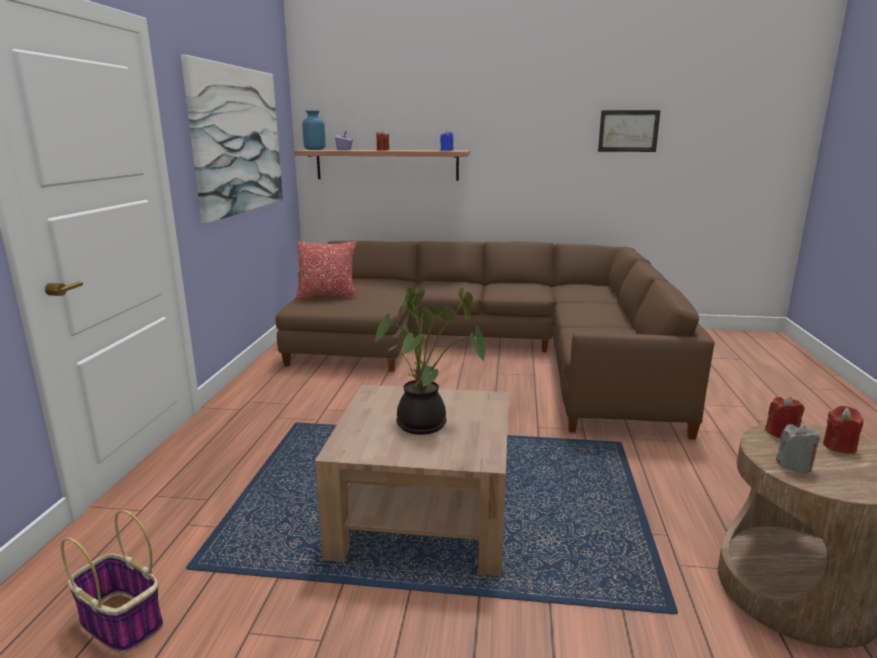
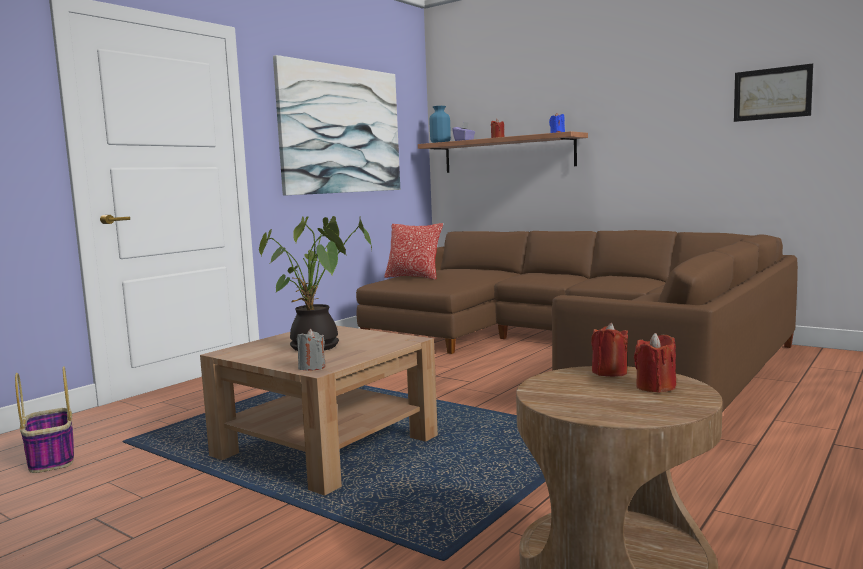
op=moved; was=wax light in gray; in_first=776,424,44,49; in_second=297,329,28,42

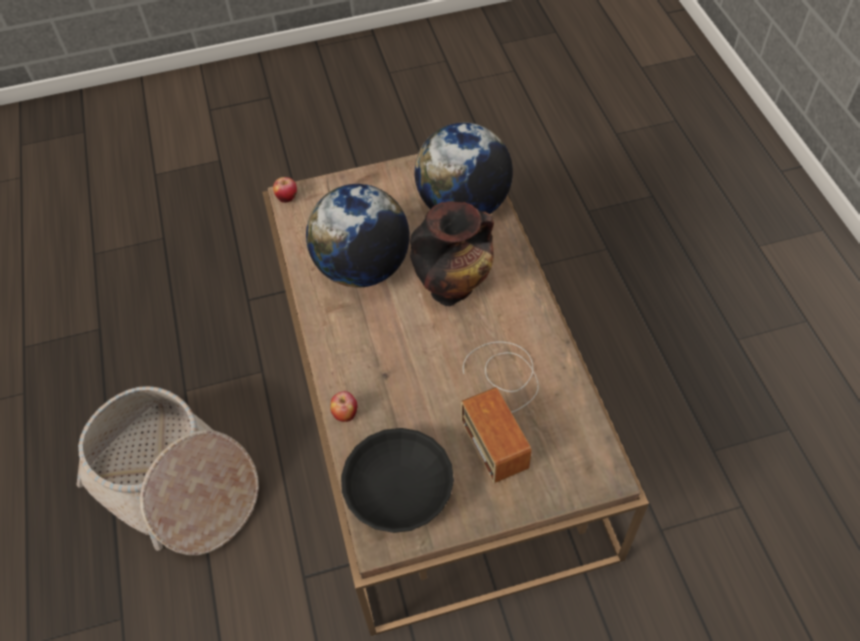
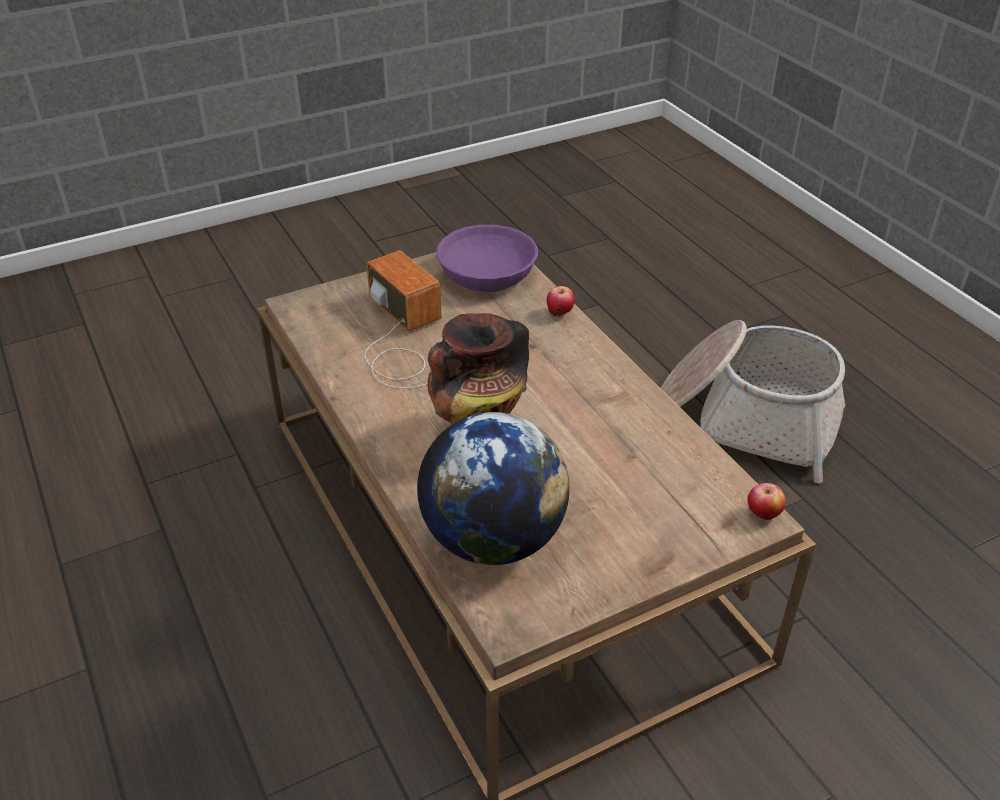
op=recoloured; was=bowl in black; now=bowl in purplish; in_first=341,428,113,105; in_second=436,225,102,67
op=removed; was=globe; in_first=306,184,103,104

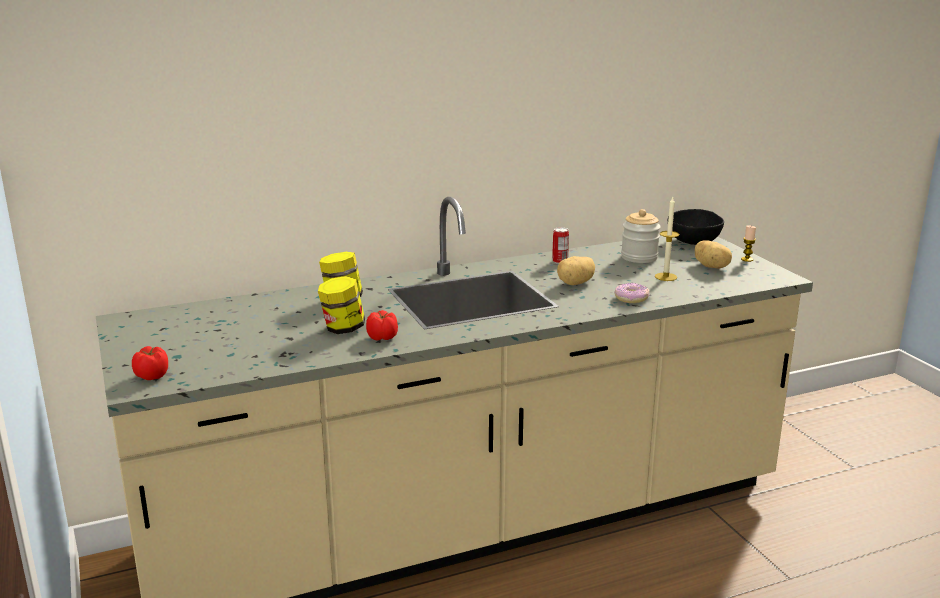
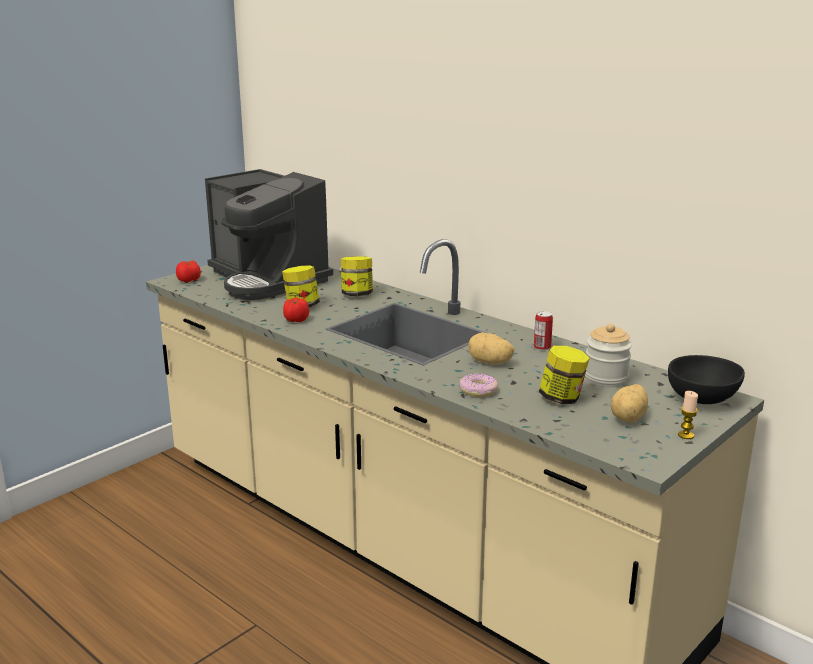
op=added; now=coffee maker; in_second=205,169,128,131
op=replaced; was=wax light; now=storage jar; in_first=655,197,24,84; in_second=539,346,51,58

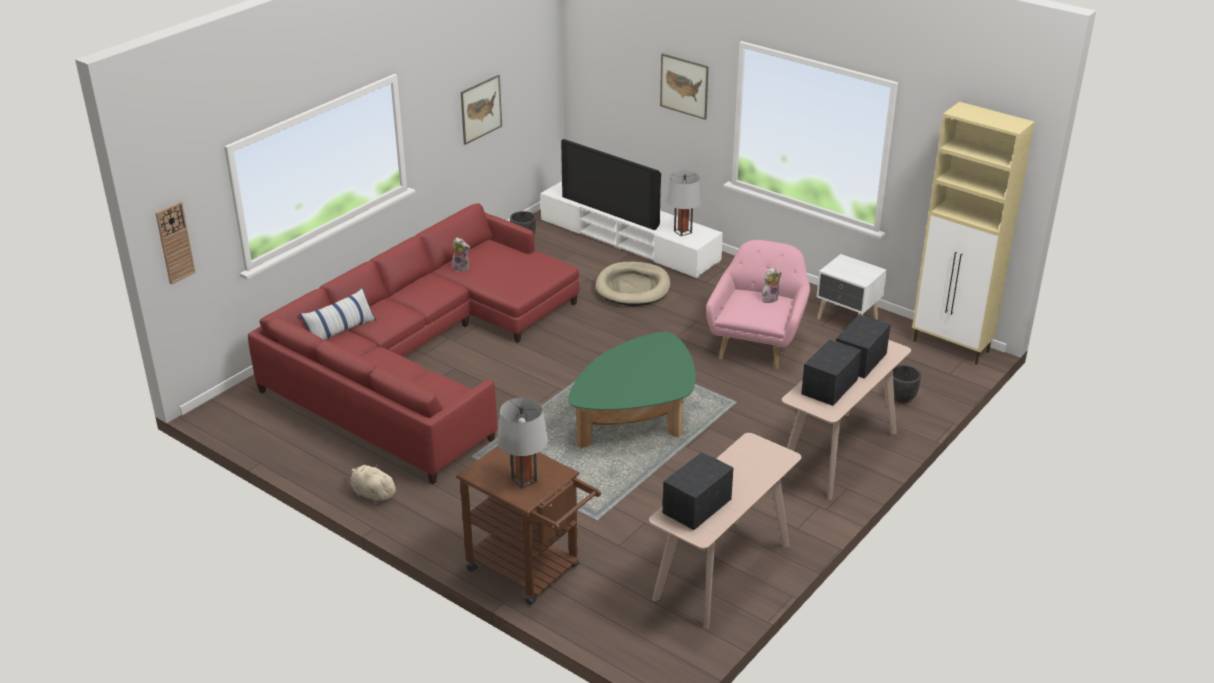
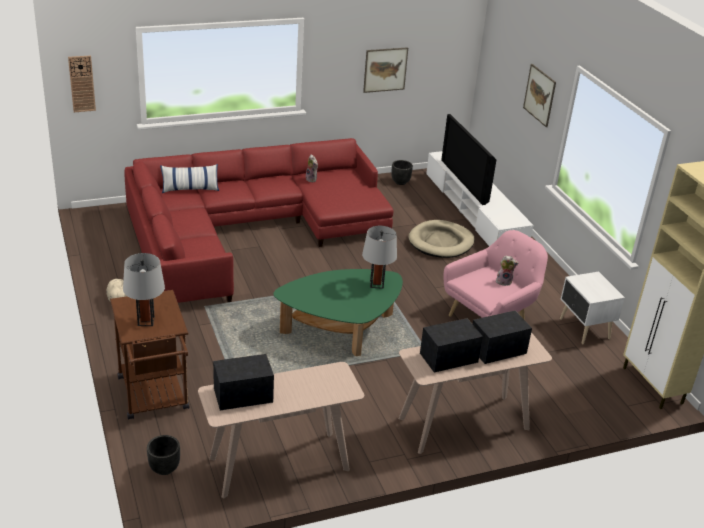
op=moved; was=planter in black; in_first=893,365,28,38; in_second=147,435,33,40
op=moved; was=table lamp in gray; in_first=667,171,35,65; in_second=362,226,35,63

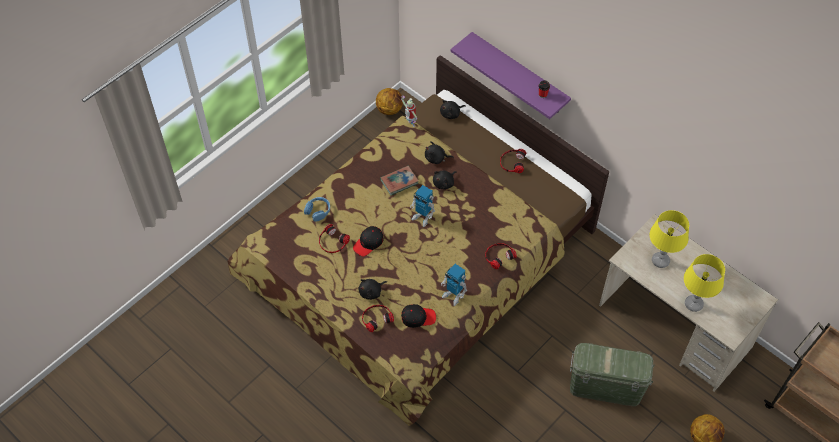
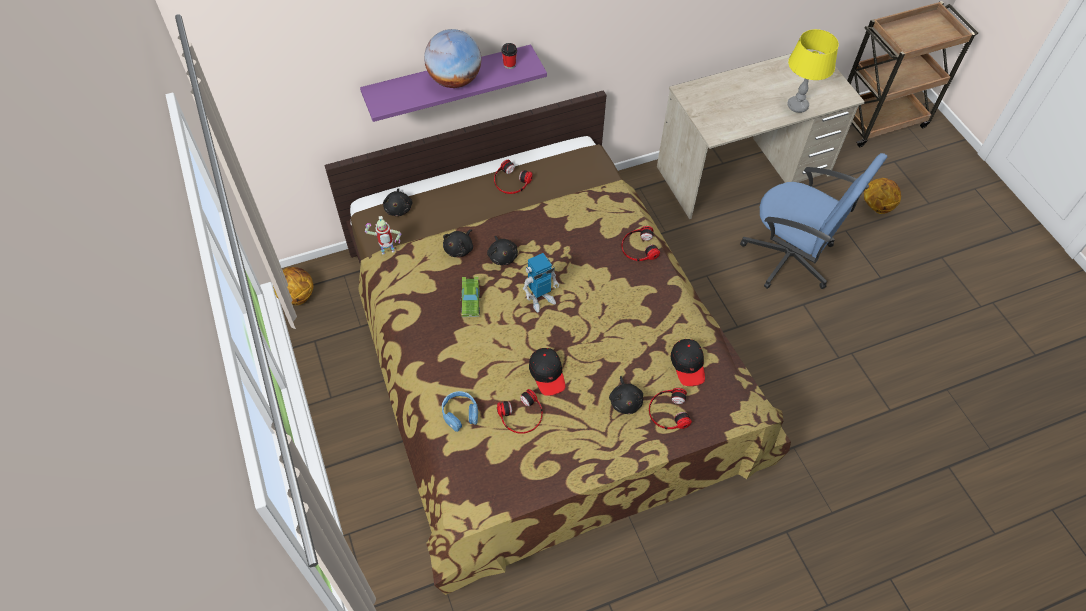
op=added; now=globe; in_second=424,29,57,59
op=replaced; was=bound book; now=miniature car in green; in_first=380,166,39,30; in_second=460,277,21,40
op=turned; was=cap in black; in_first=401,304,35,24; in_second=671,339,34,47; clockwise=150
op=replaced; was=storage box in green; now=computer chair in bluish; in_first=570,343,85,63; in_second=740,153,147,136
op=removed; was=model robot; in_first=441,264,26,42
op=removed; was=table lamp in yellow; in_first=649,210,40,58

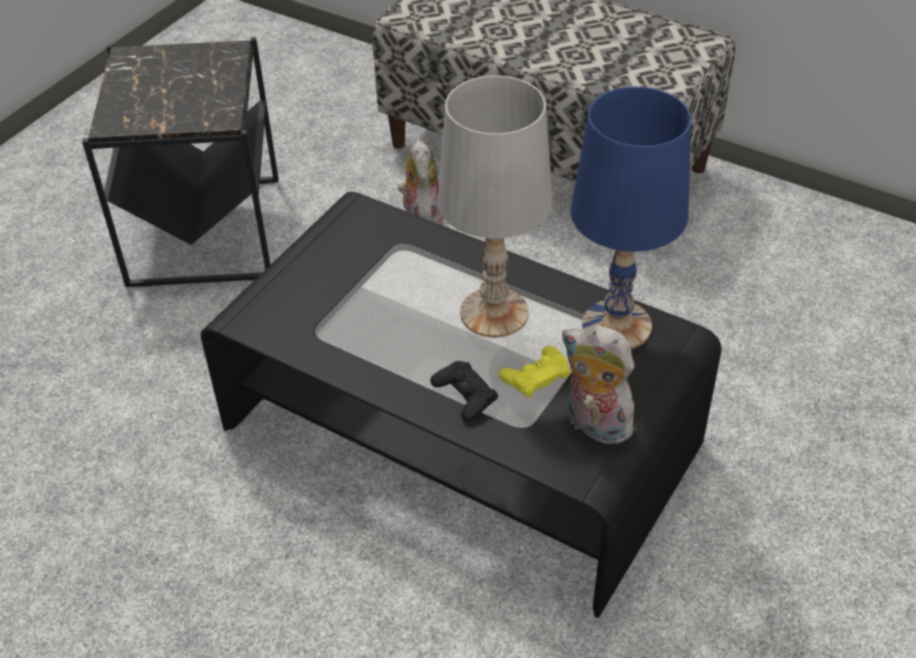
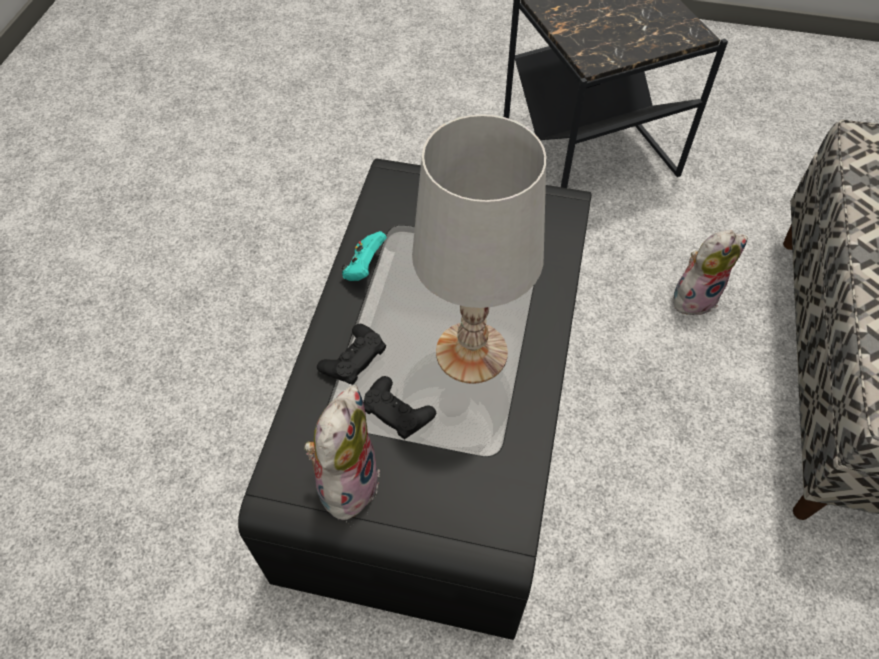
op=added; now=game controller in turquoise-coloured; in_second=341,231,46,50
op=recoloured; was=game controller in yellow; now=game controller in black; in_first=498,346,73,52; in_second=363,376,73,63
op=removed; was=table lamp in bluish; in_first=571,86,120,263

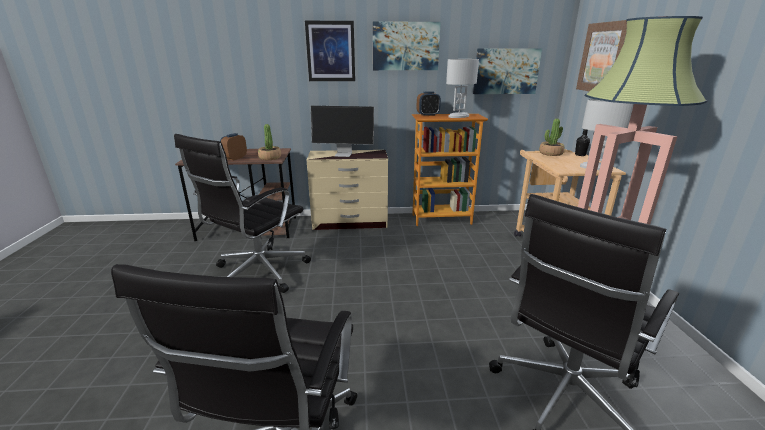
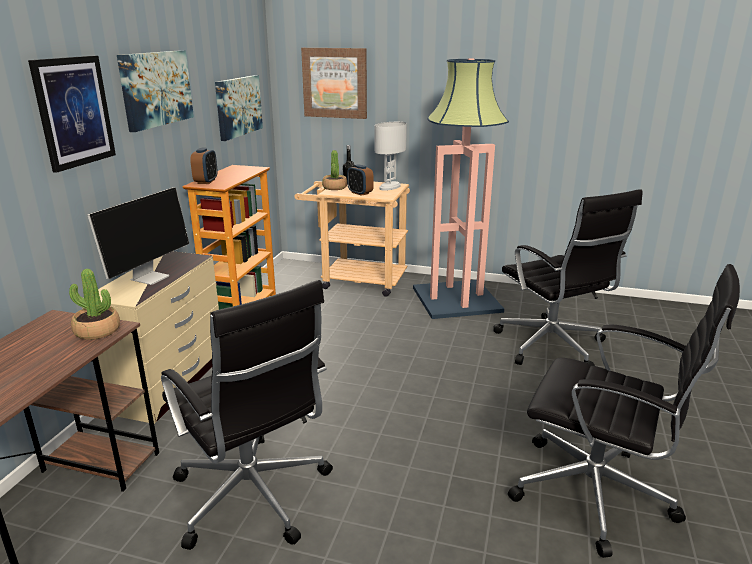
op=moved; was=bedside clock; in_first=220,133,27,28; in_second=347,164,27,32
op=removed; was=table lamp in whitish; in_first=446,59,33,59

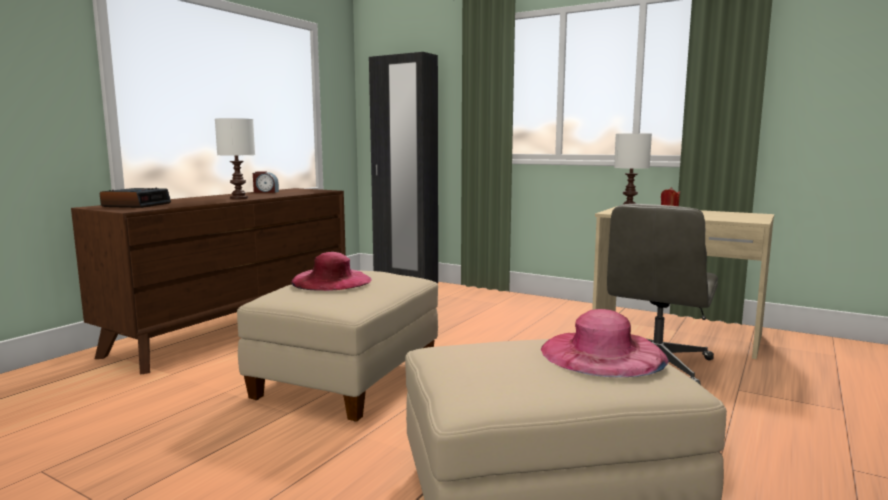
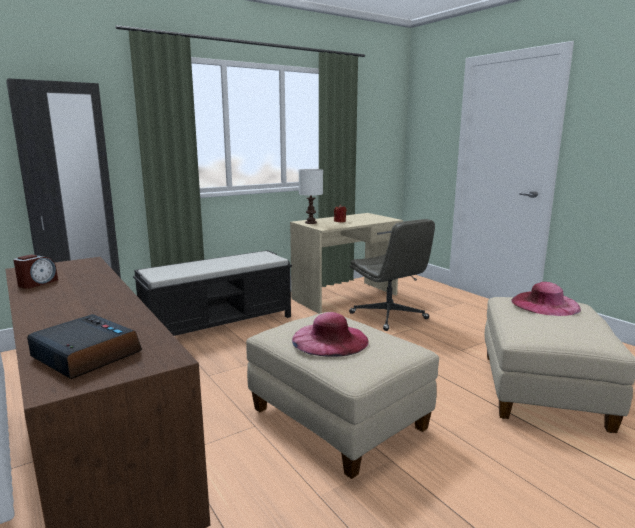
op=added; now=bench in black; in_second=133,250,159,86
op=removed; was=table lamp in whitish; in_first=215,118,40,81

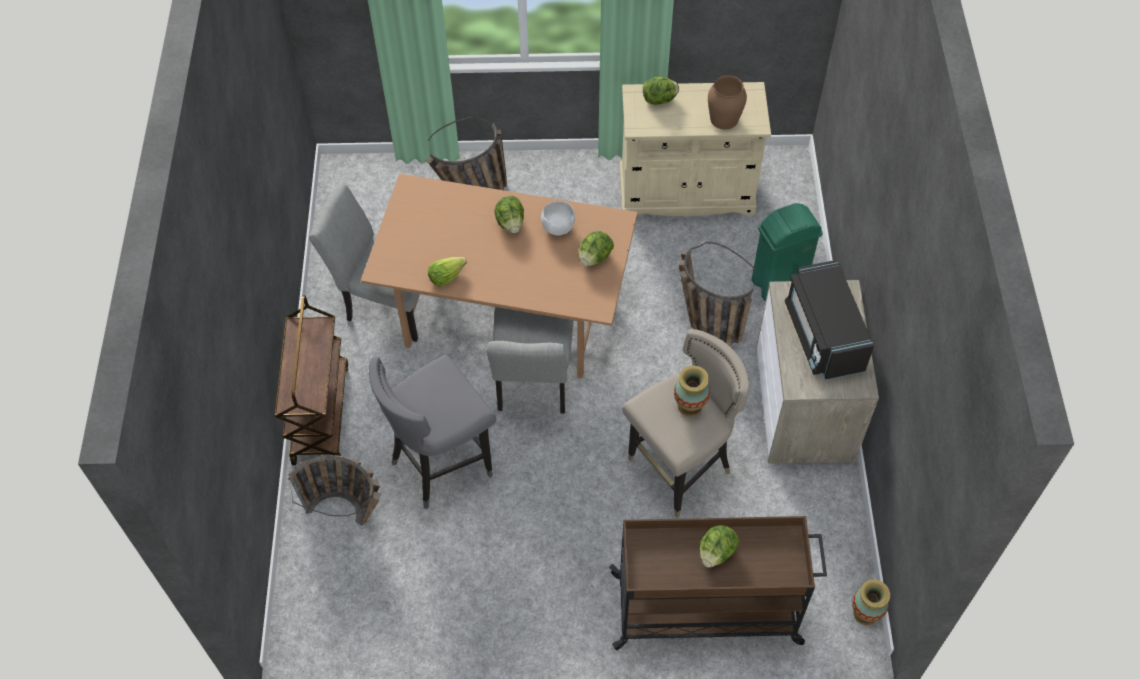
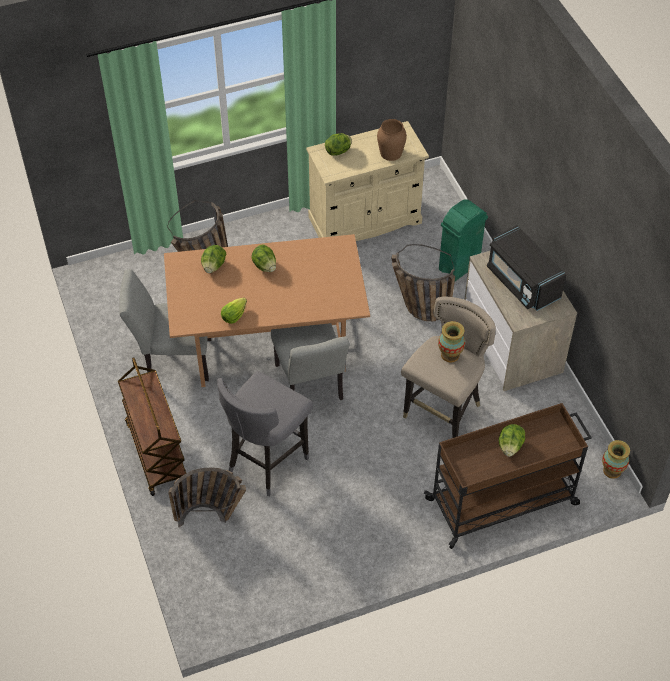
op=moved; was=lettuce; in_first=579,231,35,36; in_second=201,245,25,28
op=removed; was=bowl in whitish; in_first=541,201,34,34

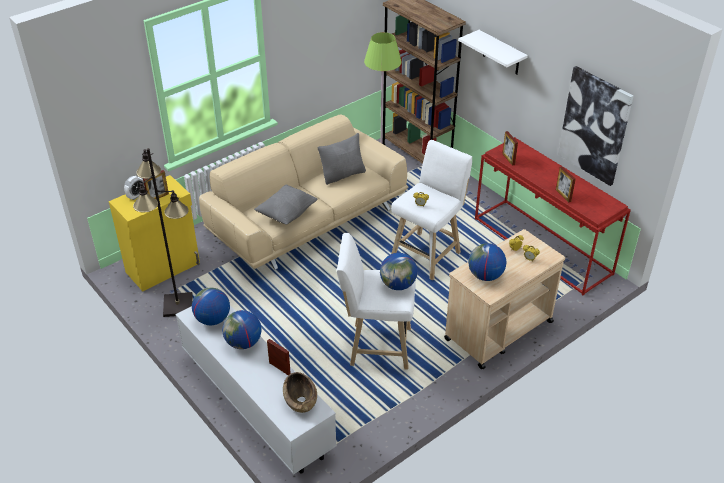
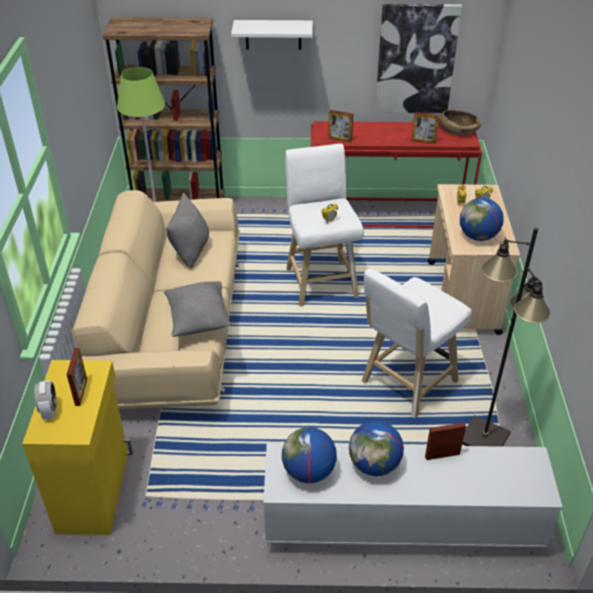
op=moved; was=bowl in brown-coloured; in_first=283,372,34,41; in_second=439,110,43,25
op=moved; was=floor lamp in black; in_first=133,148,60,169; in_second=462,227,89,220
op=removed; was=globe; in_first=380,253,37,37

